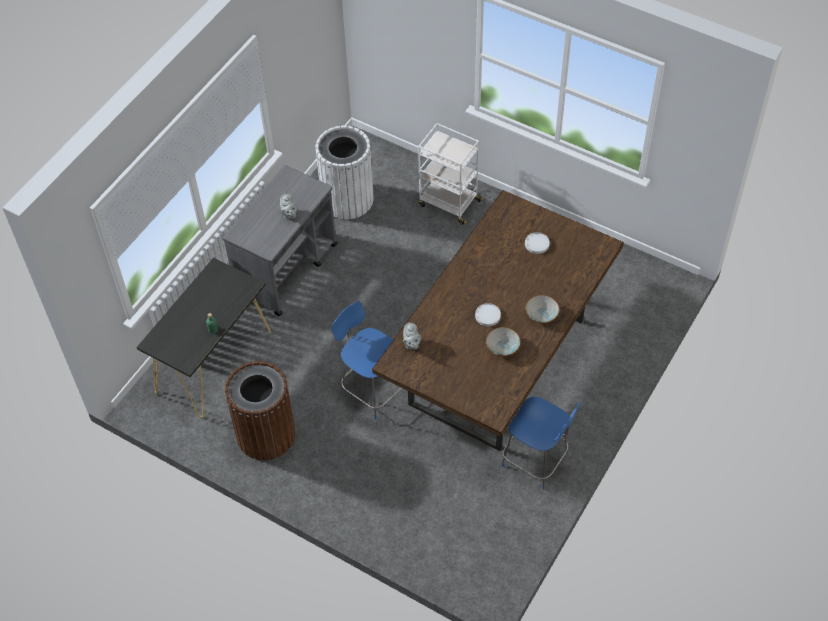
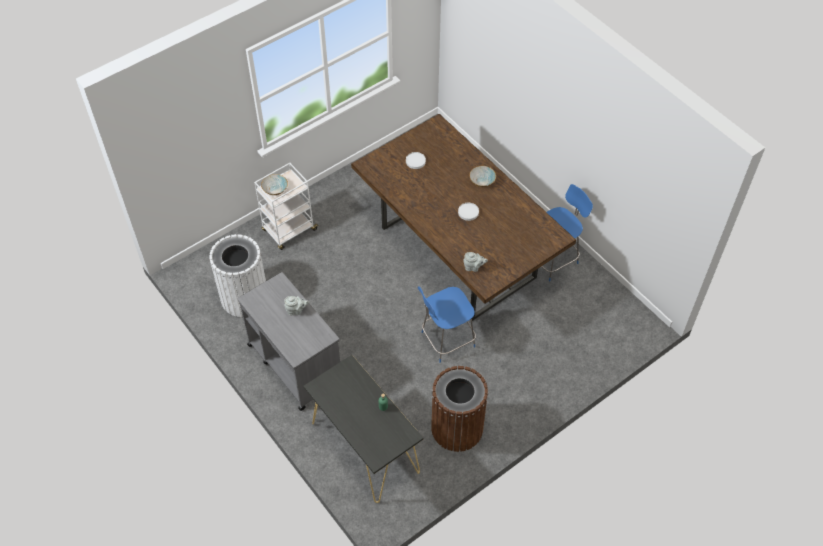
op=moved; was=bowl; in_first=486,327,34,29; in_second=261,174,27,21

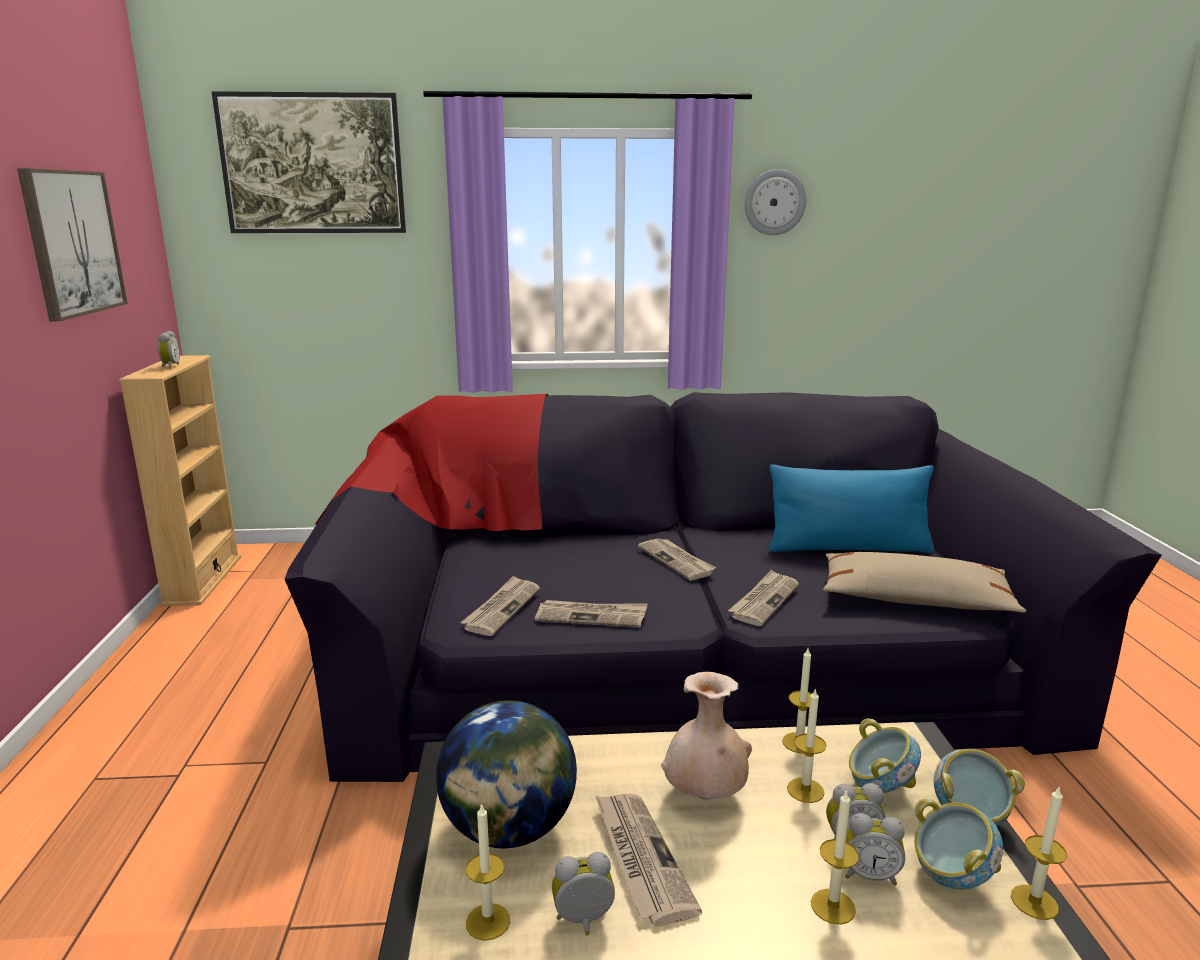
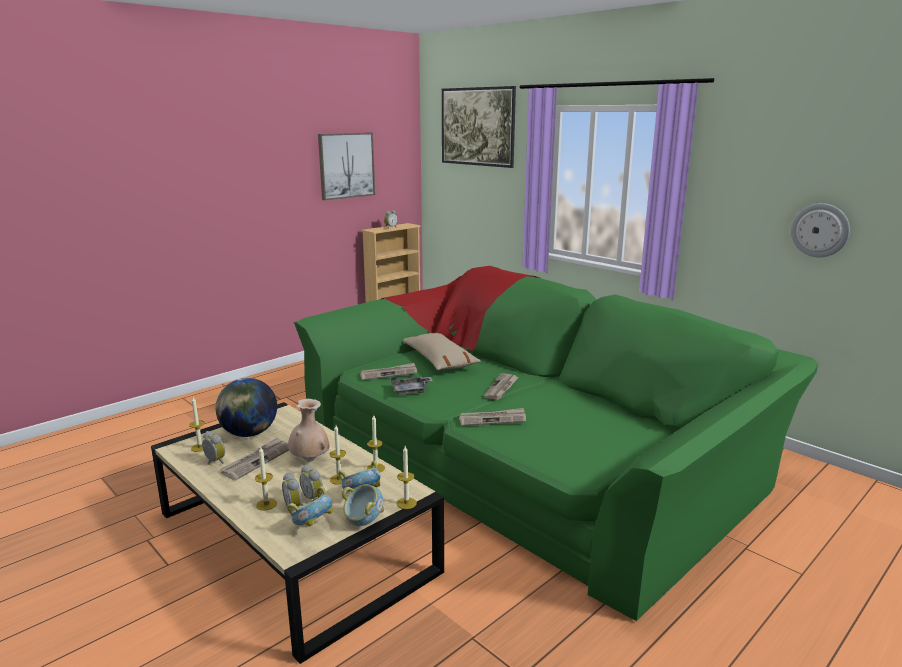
op=recoloured; was=sofa in black; now=sofa in green; in_first=285,392,877,390; in_second=294,266,524,355
op=replaced; was=newspaper; now=tray in gray; in_first=535,600,113,28; in_second=391,377,42,18
op=moved; was=wax light; in_first=1011,787,56,133; in_second=397,446,20,63
op=moved; was=throw pillow in beige-coloured; in_first=823,552,203,61; in_second=403,333,79,37
op=moved; was=clock on the wall; in_first=745,169,61,66; in_second=791,203,59,54
op=removed; was=throw pillow in bluish; in_first=769,465,165,88

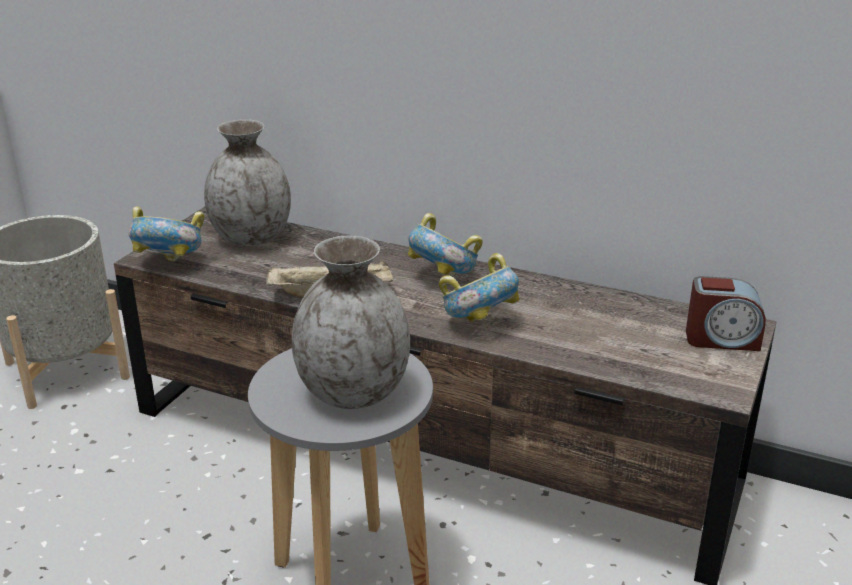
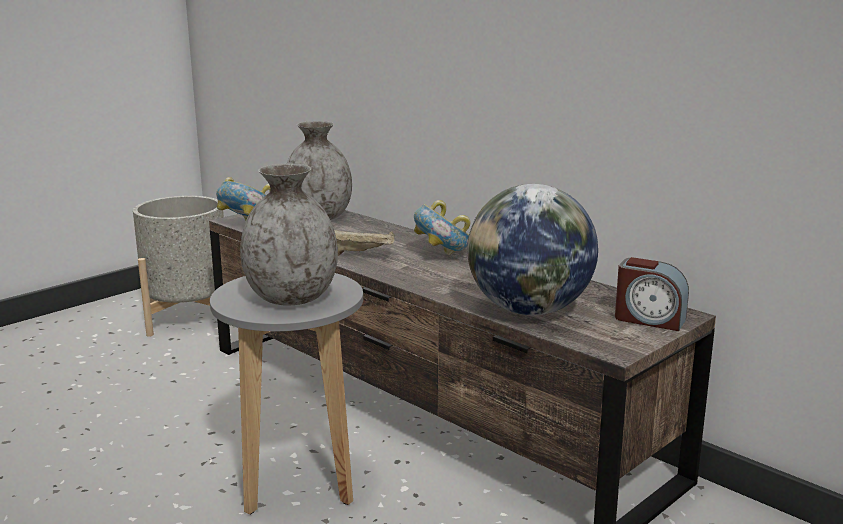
op=added; now=globe; in_second=467,184,131,131
op=removed; was=bowl; in_first=439,253,80,69

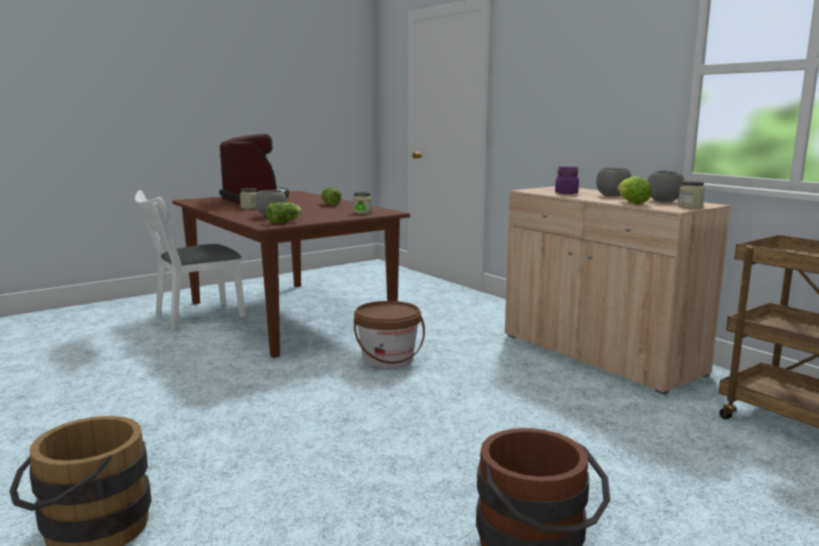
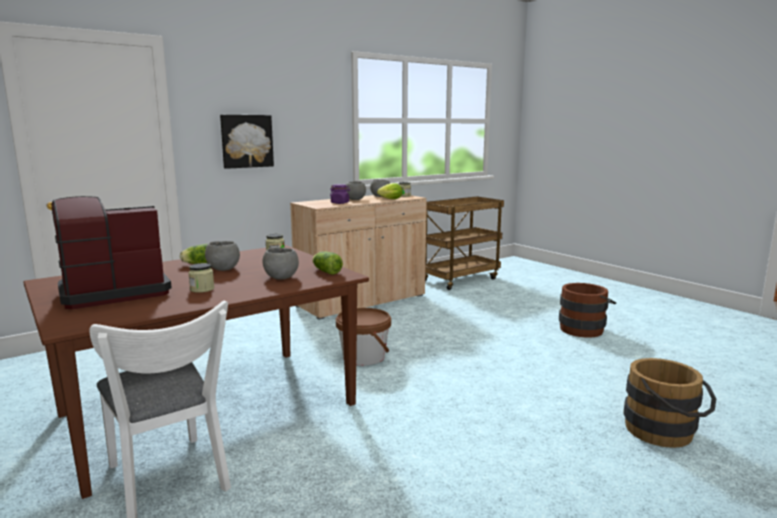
op=added; now=bowl in gray; in_second=205,241,35,30
op=added; now=picture; in_second=220,115,54,54

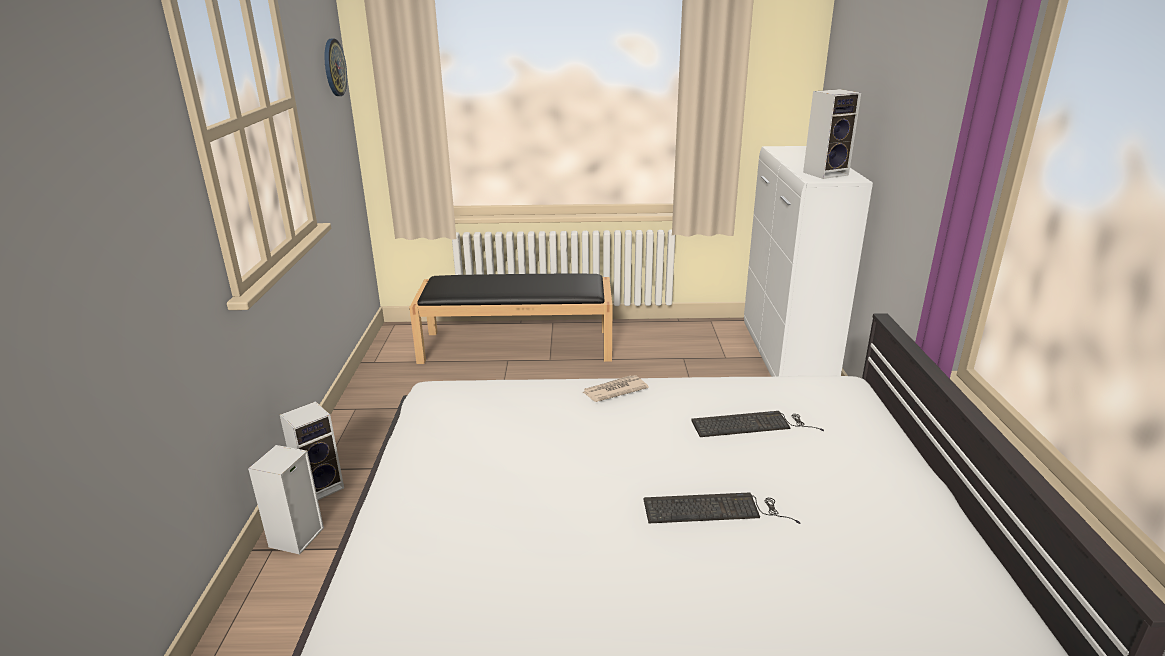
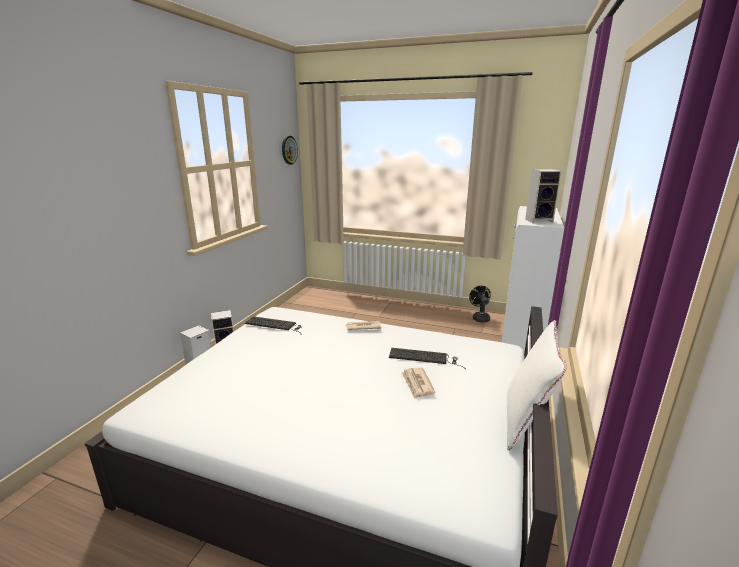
op=moved; was=keyboard; in_first=644,492,157,32; in_second=245,316,58,19
op=added; now=newspaper; in_second=401,367,35,32
op=added; now=fan in black; in_second=469,286,22,36
op=added; now=throw pillow in whitish; in_second=507,320,59,131
op=removed; was=bench in black; in_first=409,273,204,91

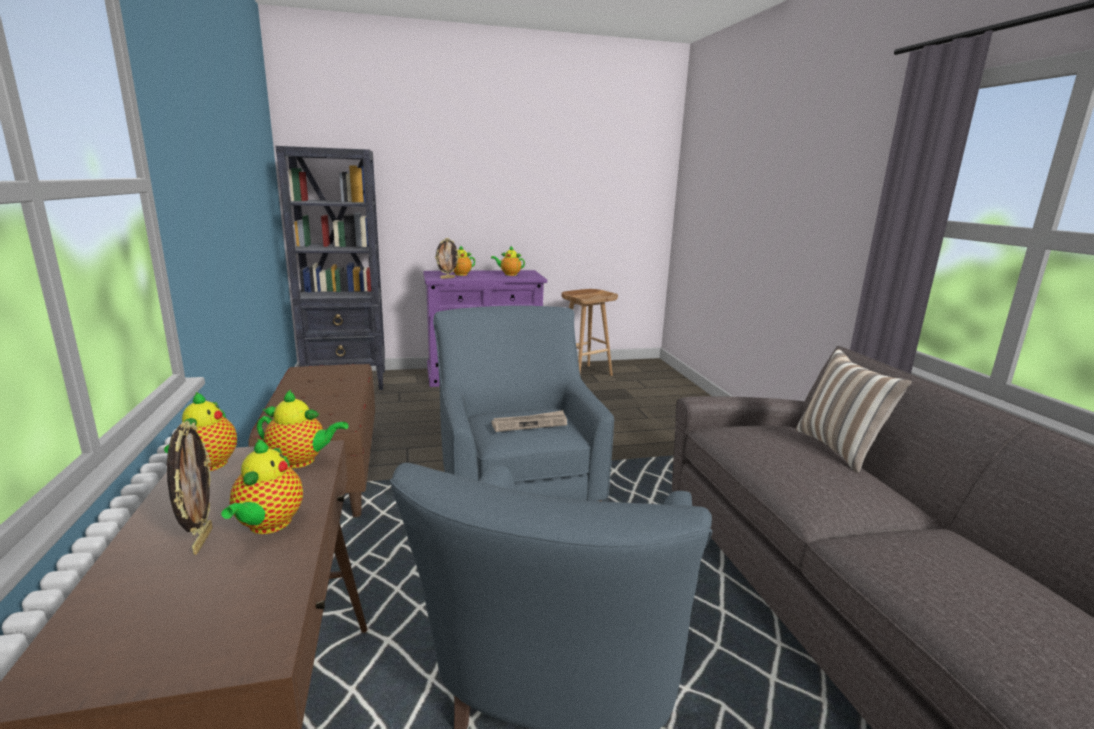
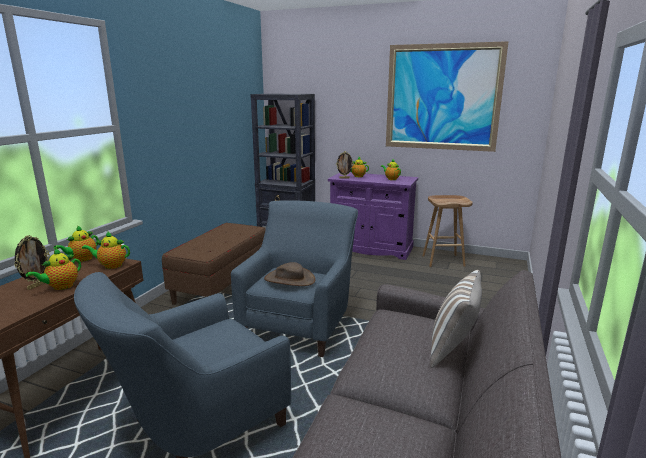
op=turned; was=teapot; in_first=257,390,92,78; in_second=82,231,48,38; clockwise=135
op=replaced; was=newspaper; now=hat in brown-coloured; in_first=491,410,76,22; in_second=264,262,51,24
op=added; now=picture; in_second=386,41,123,111

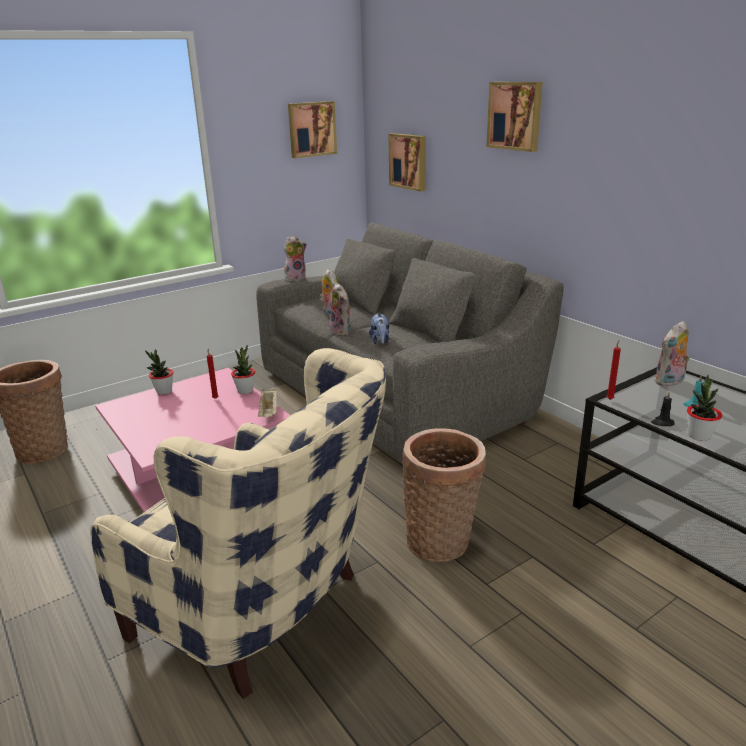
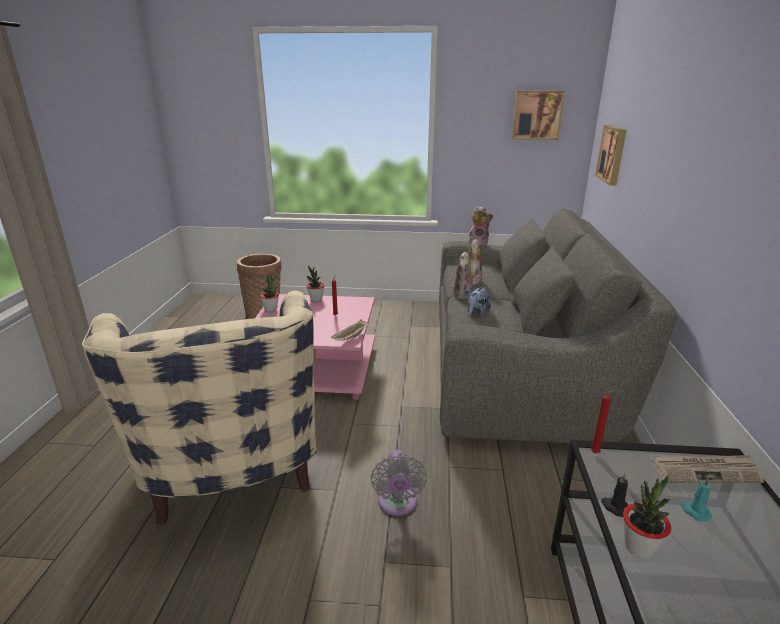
op=moved; was=plant in a pot; in_first=231,345,24,49; in_second=260,275,19,36
op=replaced; was=basket; now=fan in gray; in_first=402,428,84,134; in_second=371,450,56,66
op=replaced; was=plush toy; now=newspaper; in_first=654,321,36,66; in_second=652,455,112,28
op=removed; was=picture; in_first=486,82,57,70

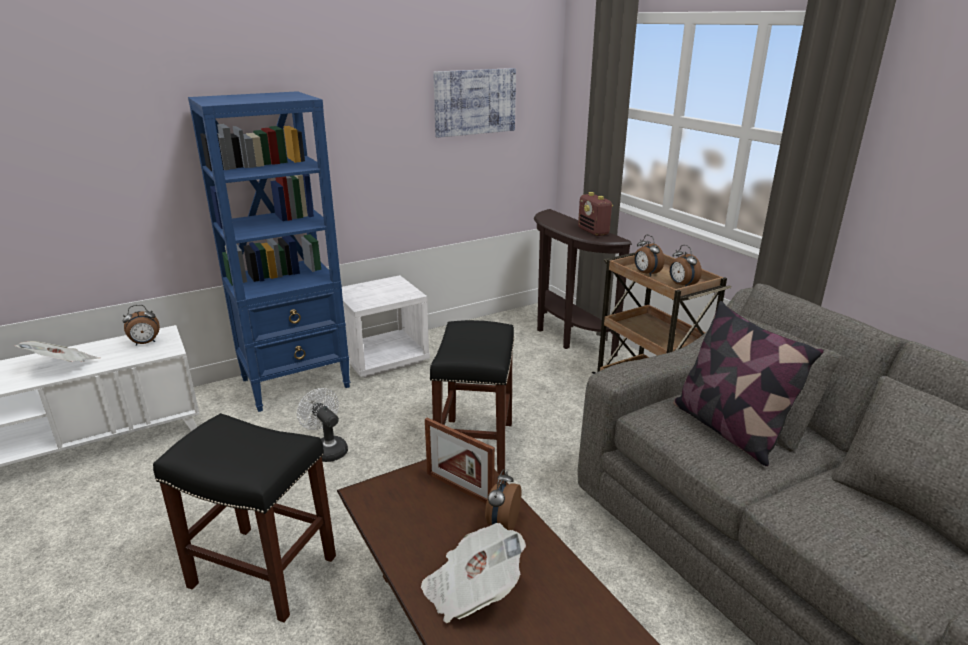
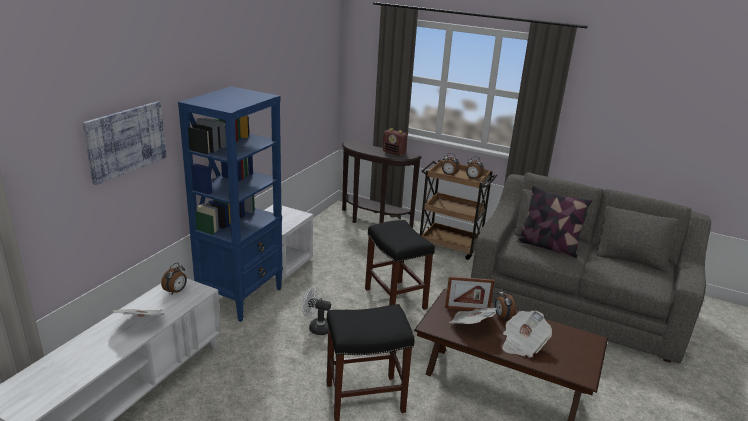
op=moved; was=picture; in_first=433,68,83,70; in_second=83,101,84,84
op=added; now=newspaper; in_second=449,308,48,16

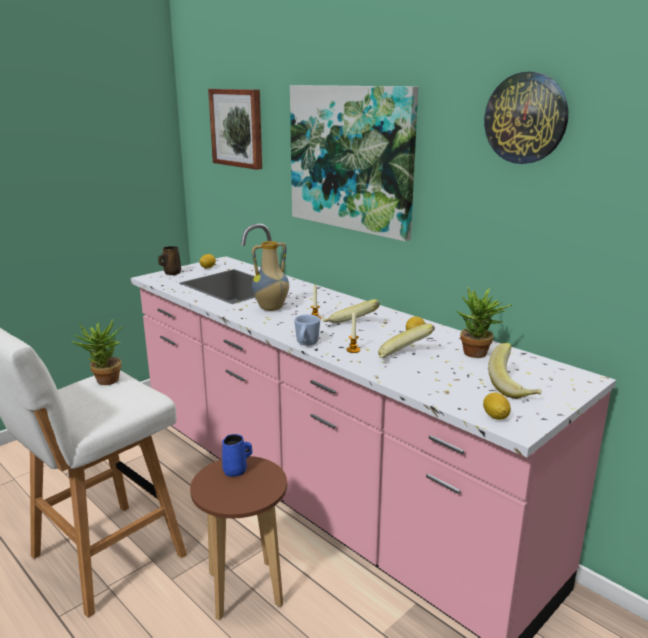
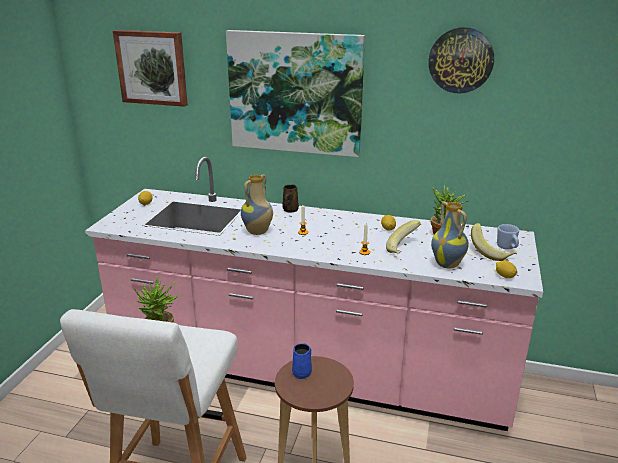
op=moved; was=tea mug in brown-coloured; in_first=158,246,23,29; in_second=283,185,16,28
op=added; now=flower vase; in_second=431,201,38,67
op=moved; was=tea mug in bluish; in_first=294,314,26,32; in_second=497,224,22,26
op=removed; was=whole banana; in_first=323,299,57,24

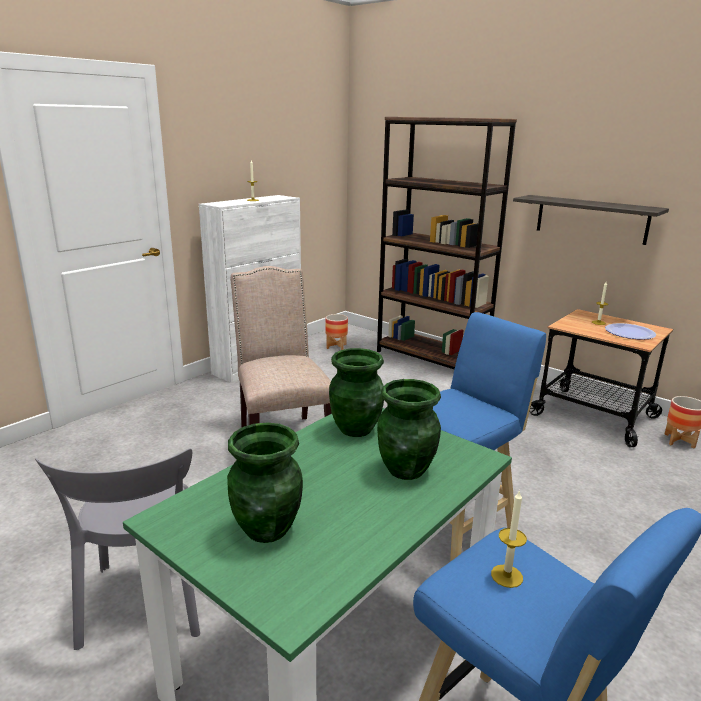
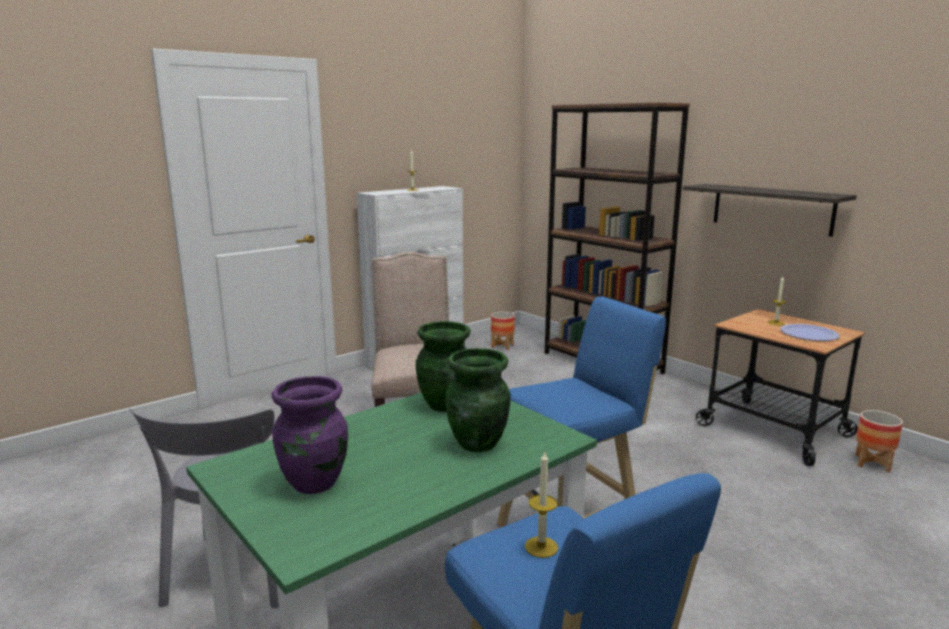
op=recoloured; was=flower vase in green; now=flower vase in purplish; in_first=227,422,76,121; in_second=272,376,76,118

